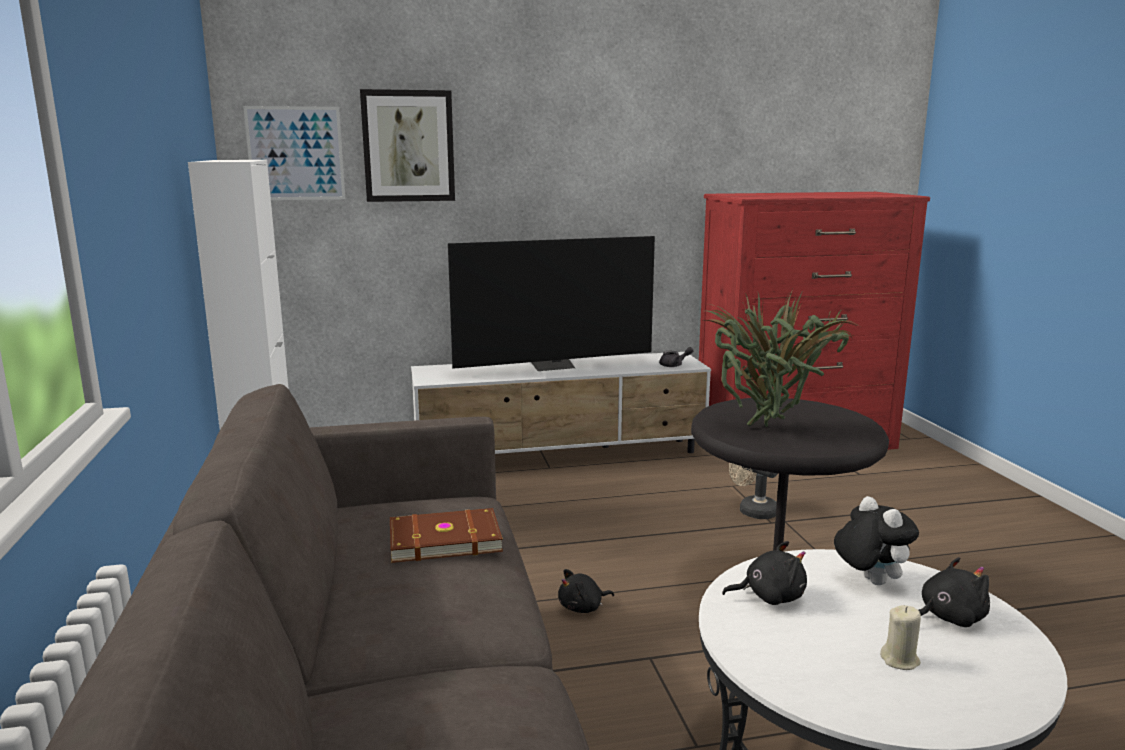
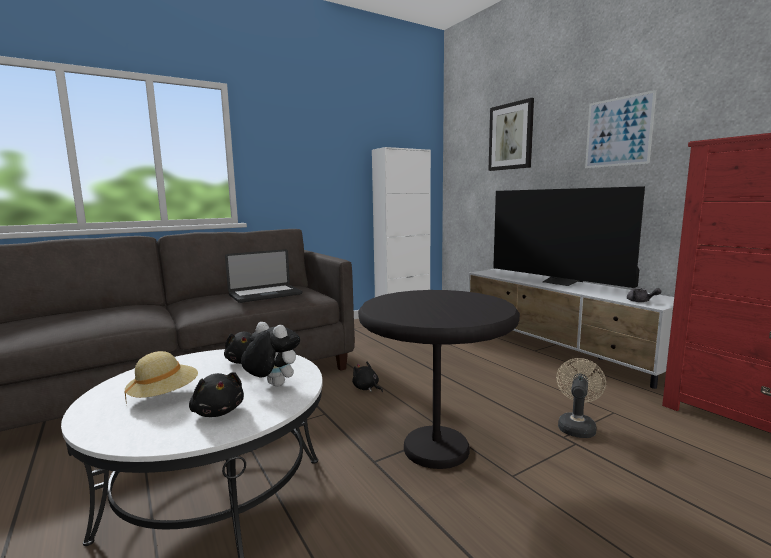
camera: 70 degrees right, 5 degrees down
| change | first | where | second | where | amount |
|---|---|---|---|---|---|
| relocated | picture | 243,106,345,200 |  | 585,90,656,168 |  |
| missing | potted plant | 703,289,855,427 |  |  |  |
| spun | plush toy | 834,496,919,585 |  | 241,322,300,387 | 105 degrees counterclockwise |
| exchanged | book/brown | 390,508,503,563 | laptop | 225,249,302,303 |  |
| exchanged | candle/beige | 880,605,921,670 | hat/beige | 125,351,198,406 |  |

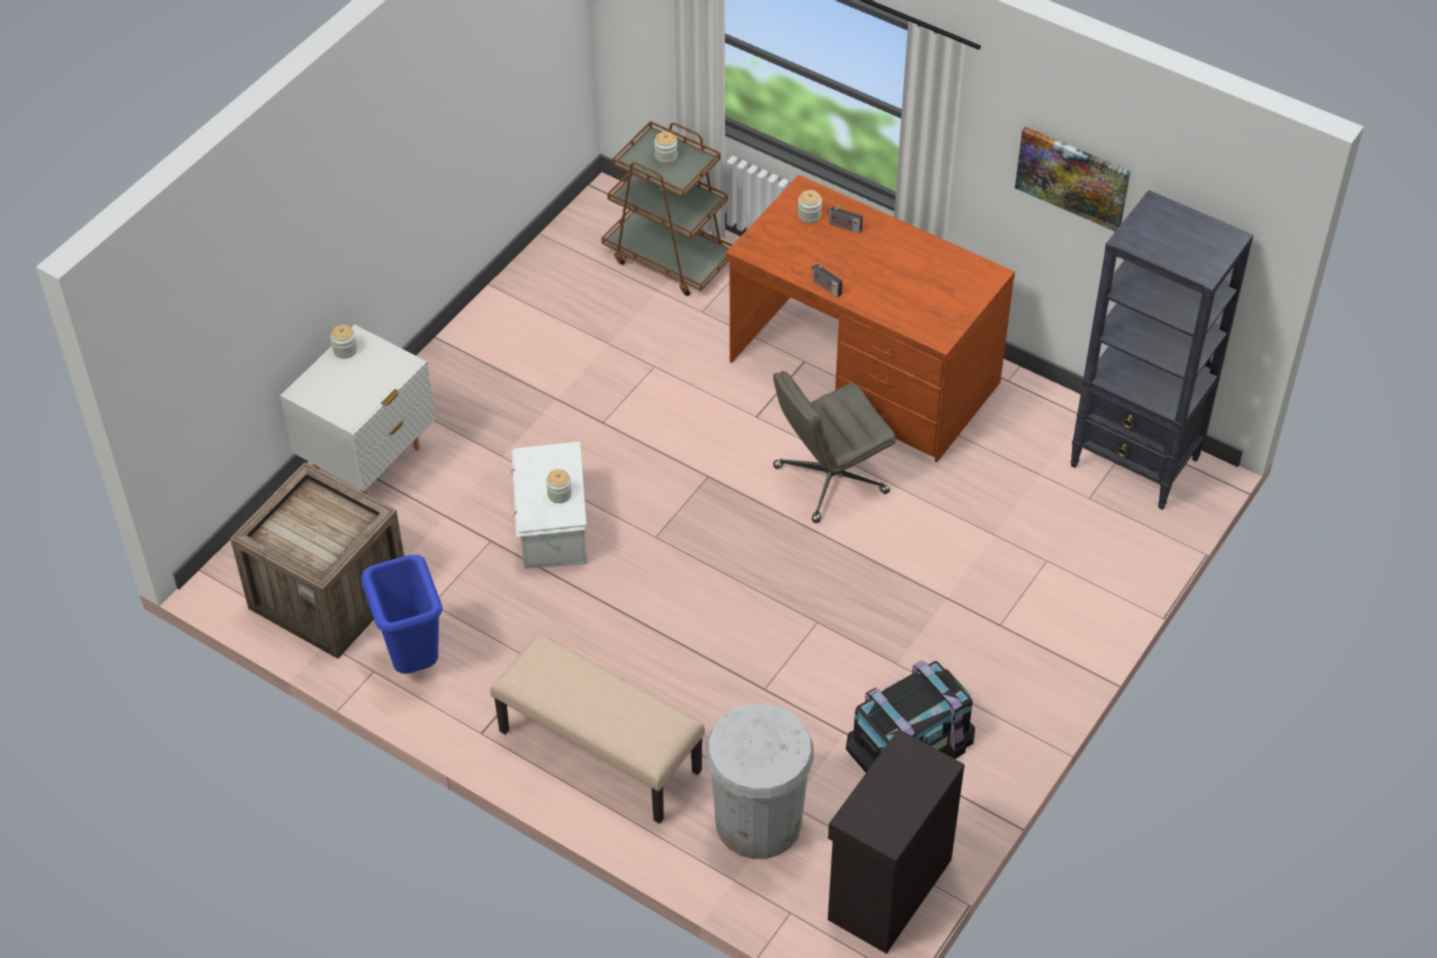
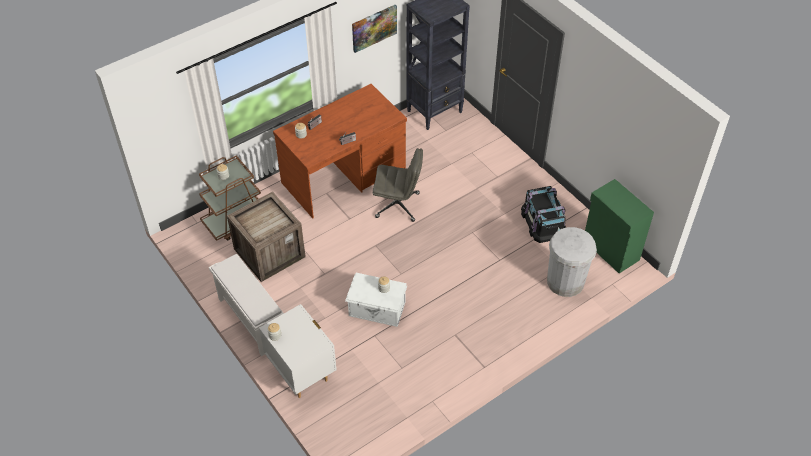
camera: 70 degrees left, 0 degrees up
| change | first | where | second | where | amount |
|---|---|---|---|---|---|
| spun | office chair/grey | 773,371,896,523 |  | 373,148,423,222 | 75 degrees counterclockwise |
| relocated | crate | 230,462,404,659 |  | 227,191,306,282 |  |
| missing | trash can/blue | 361,555,443,674 |  |  |  |
| missing | bench/beige | 490,633,705,824 |  |  |  |
| colour | cabinet/black | 828,729,965,954 | cabinet/green | 585,179,654,273 |  |
| appeared |  |  | shoe rack/white | 209,254,284,356 |  |

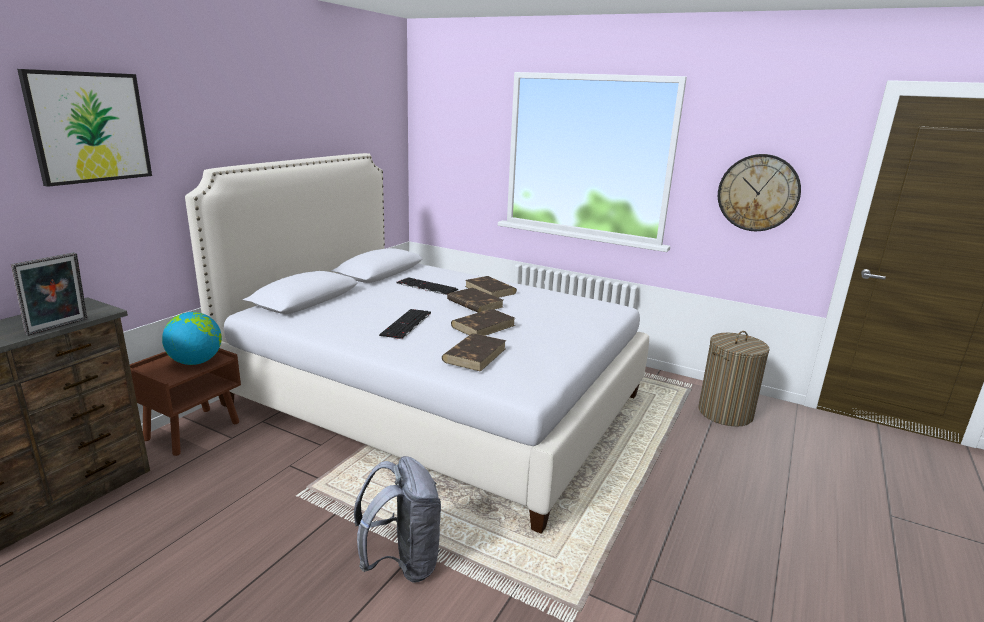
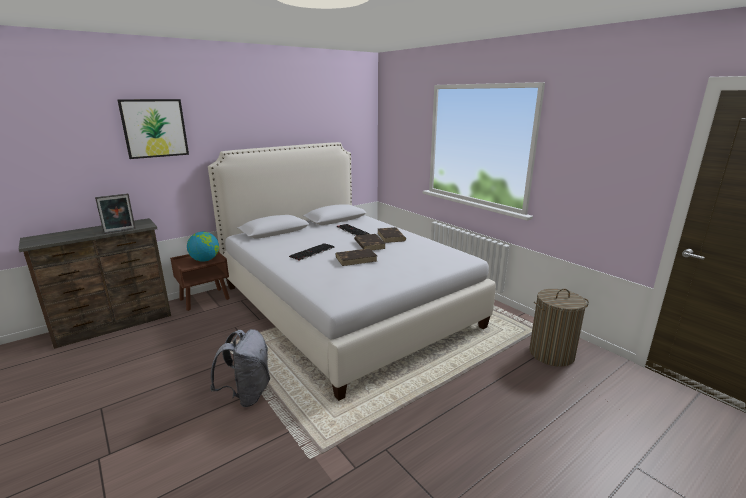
camera: 25 degrees right, 0 degrees up
| change | first | where | second | where | amount |
|---|---|---|---|---|---|
| missing | wall clock | 718,154,801,231 |  |  |  |
| missing | book/brown | 442,333,506,372 |  |  |  |

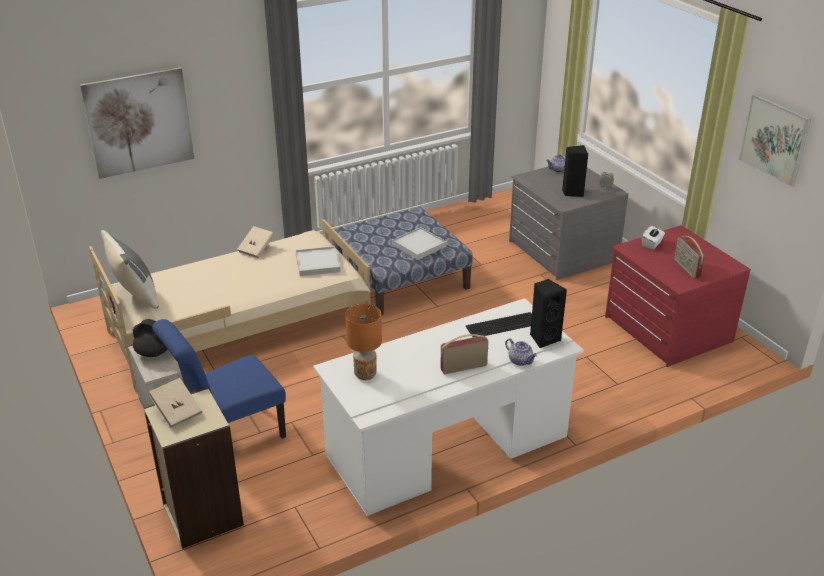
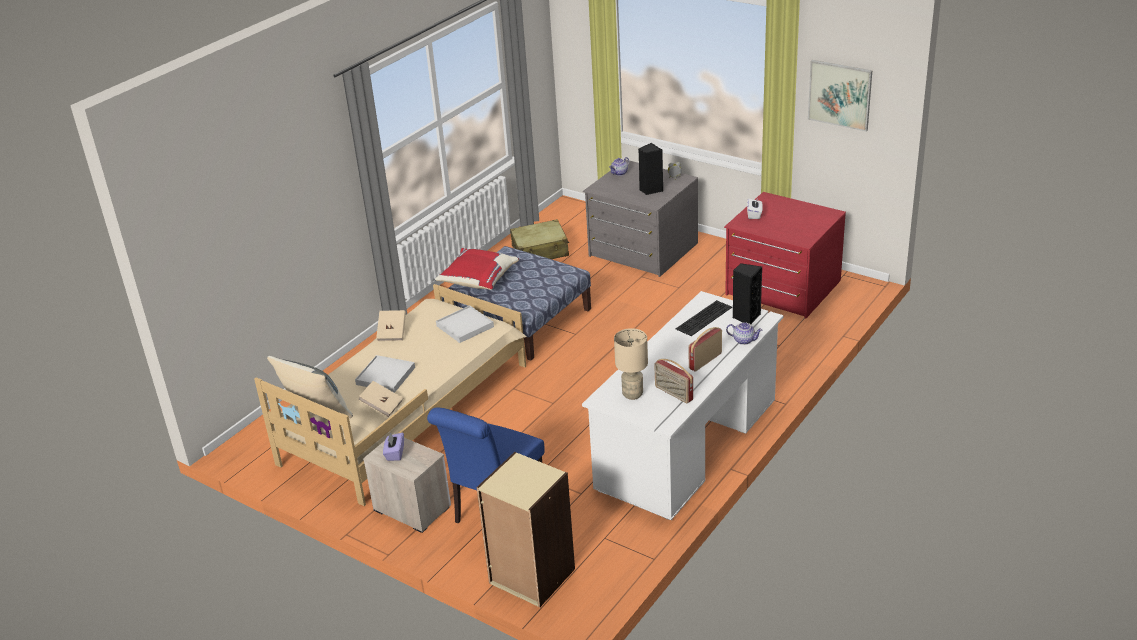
camera: 25 degrees left, 0 degrees up
| change | first | where | second | where | amount |
|---|---|---|---|---|---|
| missing | picture | 80,67,194,179 |  |  |  |
| relocated | tray/white | 392,227,447,260 |  | 355,355,415,393 |  |
| relocated | radio | 674,236,705,279 |  | 654,359,693,403 |  |
| colour | table lamp/orange | 345,304,382,380 | table lamp/beige | 614,328,648,400 |  |
| exchanged | teapot/black | 133,319,167,357 | tissue box/purple | 383,432,404,461 |  |
| relocated | book/beige | 149,378,202,429 |  | 358,381,403,418 |  |
| appeared |  |  | suitcase/beige | 510,219,569,259 |  |
| appeared |  |  | pillow/red | 435,248,519,290 |  |

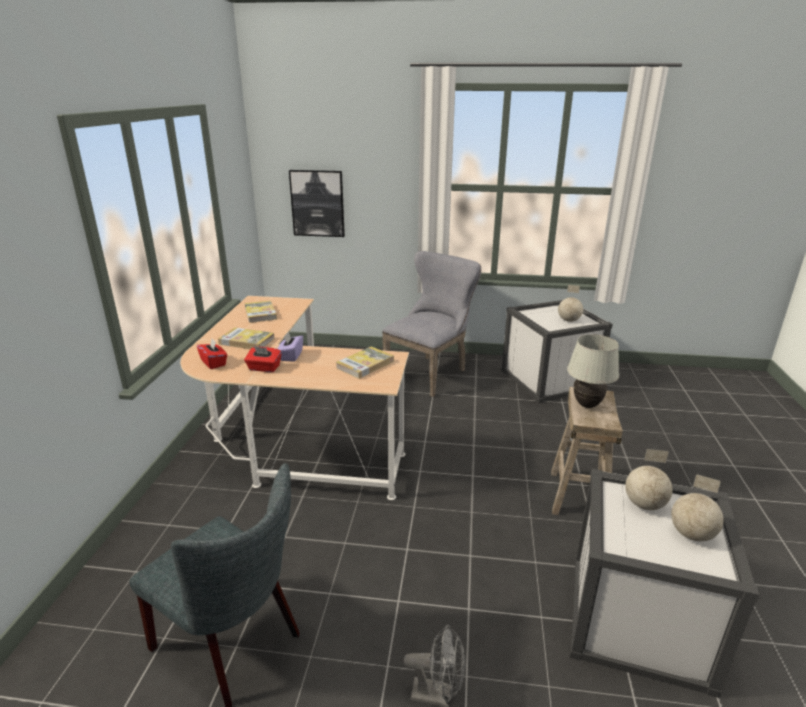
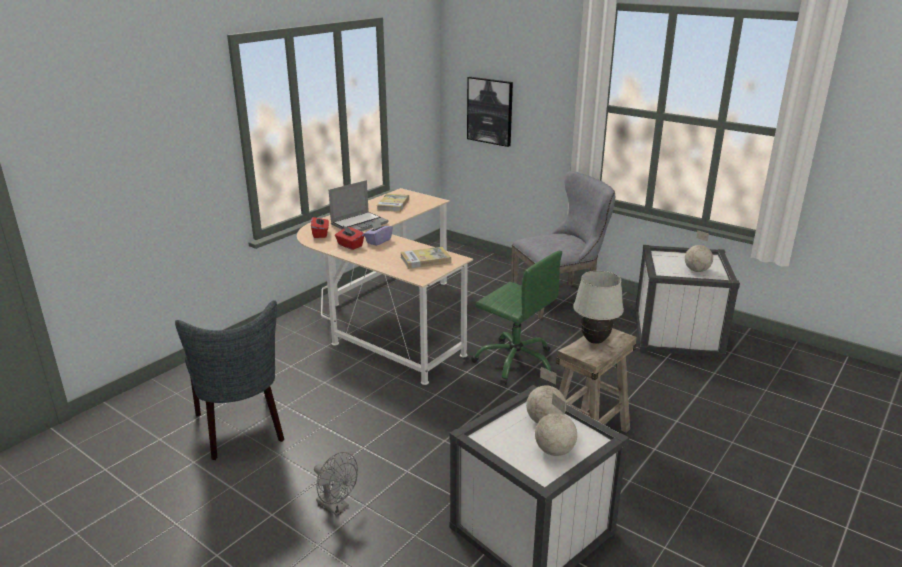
camera: 30 degrees right, 0 degrees up
| change | first | where | second | where | amount |
|---|---|---|---|---|---|
| exchanged | book | 218,327,275,349 | laptop | 329,180,389,231 |  |
| appeared |  |  | office chair/green | 472,251,562,385 |  |

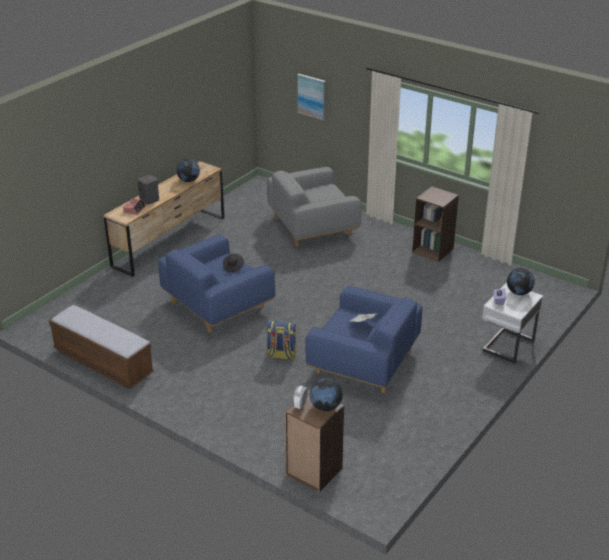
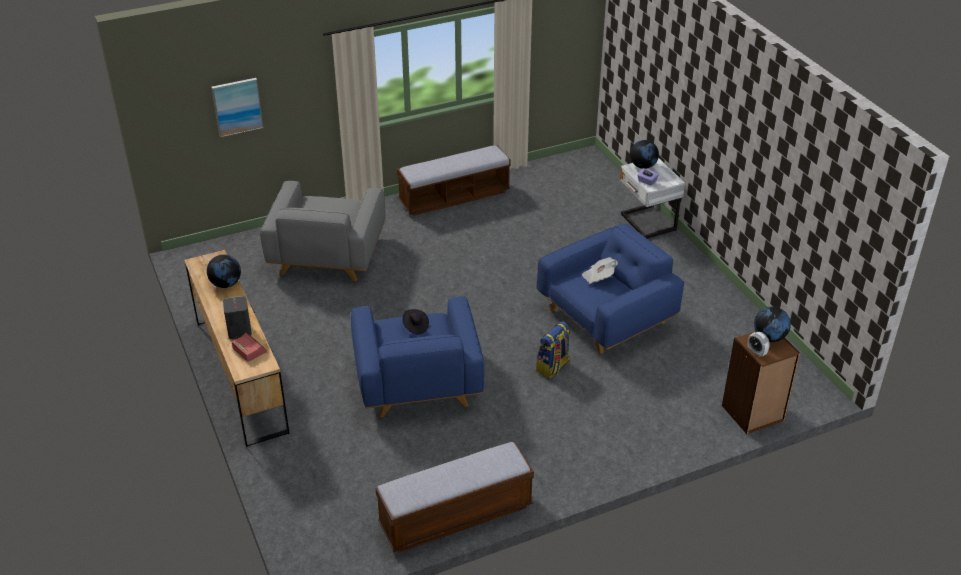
camera: 60 degrees left, 5 degrees up
| change | first | where | second | where | amount |
|---|---|---|---|---|---|
| exchanged | bookcase/brown | 412,186,459,261 | bench | 397,145,511,216 |  |

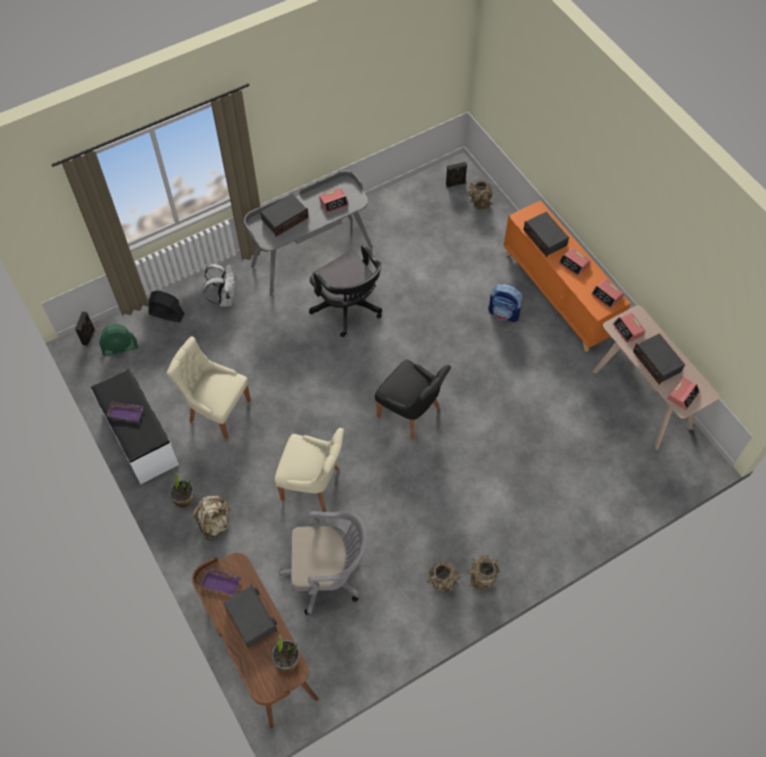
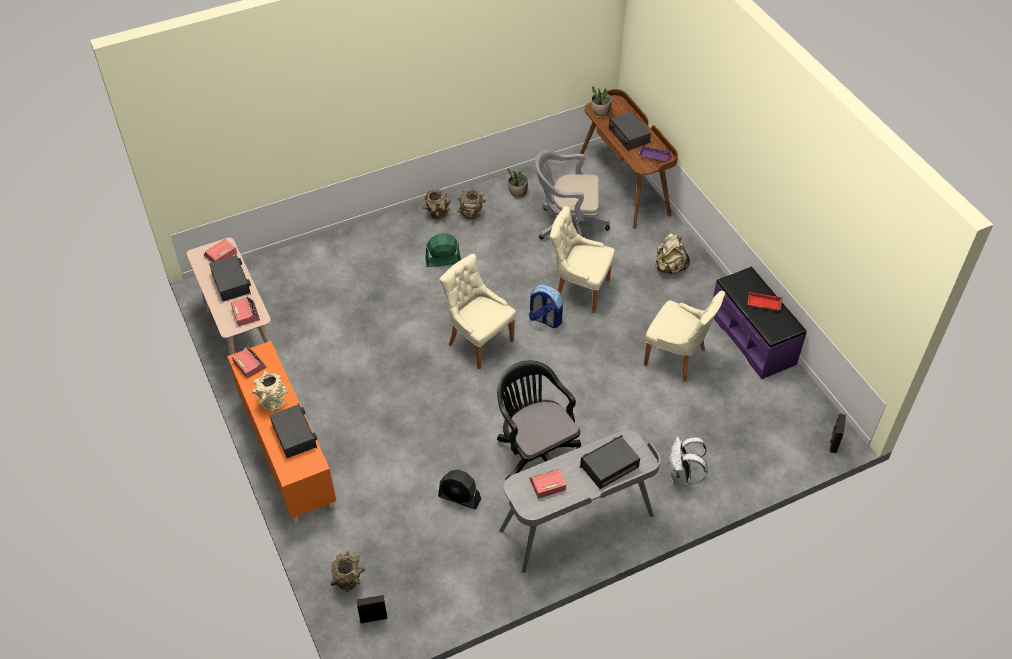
camera: 175 degrees left, 10 degrees down
| change | first | where | second | where | amount |
|---|---|---|---|---|---|
| exchanged | alarm clock | 559,248,591,276 | vase/beige | 251,371,289,411 |  |
| relocated | backpack | 488,284,524,322 |  | 529,285,563,328 |  |
| relocated | fan/black | 148,291,185,322 |  | 438,469,481,509 |  |
| relocated | fan/green | 99,324,138,356 |  | 425,234,461,267 |  |
| colour | chair/black | 375,360,451,440 | chair/beige | 439,253,516,369 |  |
| colour | bench/white | 91,369,179,484 | bench/purple | 713,267,807,379 |  |
| colour | tray/purple | 106,401,144,422 | tray/red | 747,292,783,311 |  |
| relocated | potted plant | 170,472,194,508 |  | 508,169,528,198 |  |

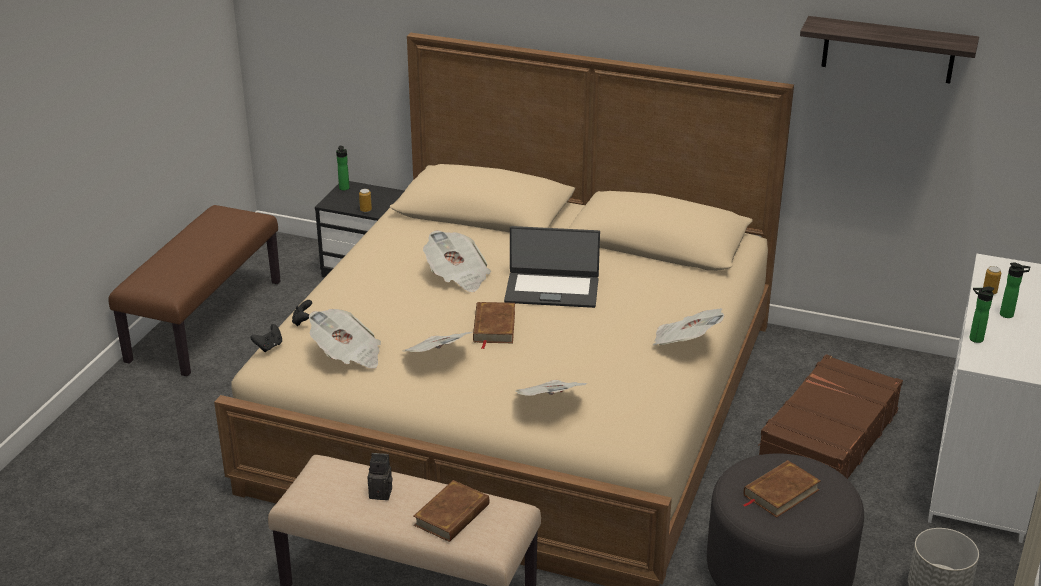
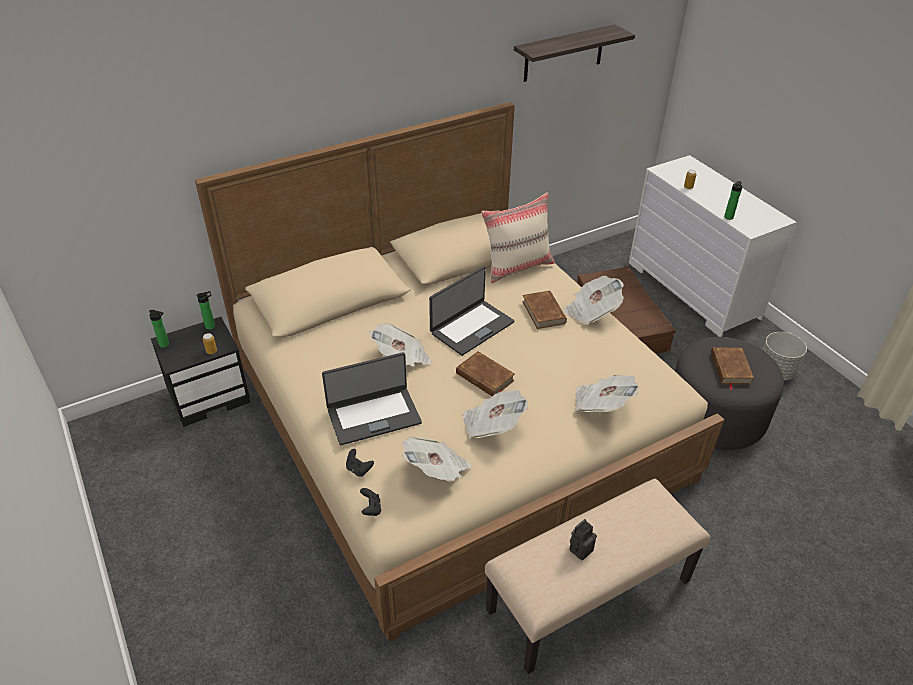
camera: 50 degrees left, 10 degrees up
| change | first | where | second | where | amount |
|---|---|---|---|---|---|
| missing | bench/brown | 108,205,281,376 |  |  |  |
| relocated | bottle | 1000,263,1030,318 |  | 196,291,215,330 |  |
| relocated | book/brown | 414,480,490,542 |  | 522,290,567,329 |  |
| appeared |  |  | pillow/beige | 481,193,555,283 |  |
| appeared |  |  | laptop | 322,352,422,445 |  |

